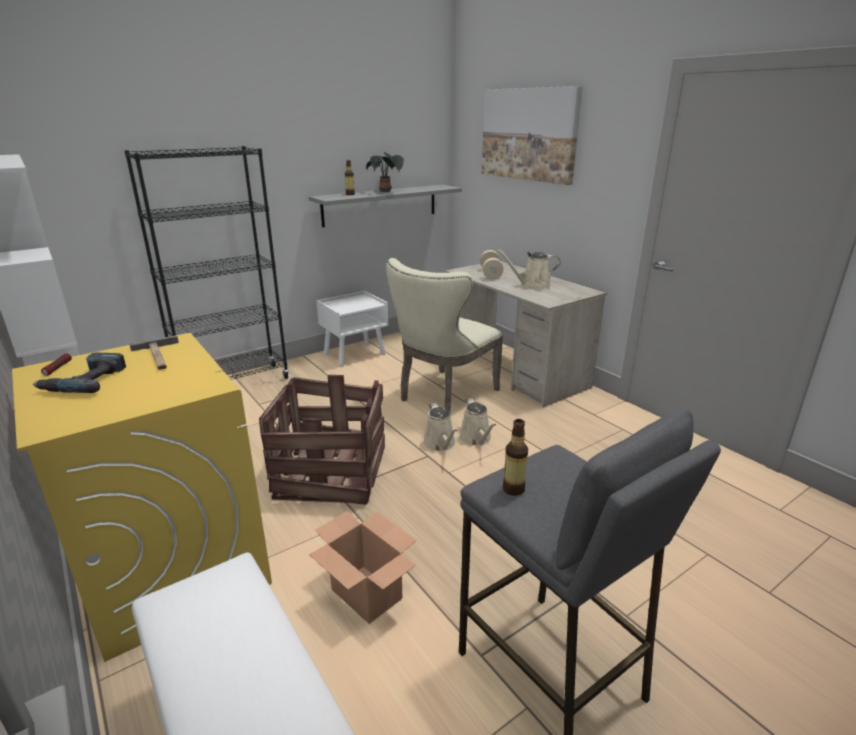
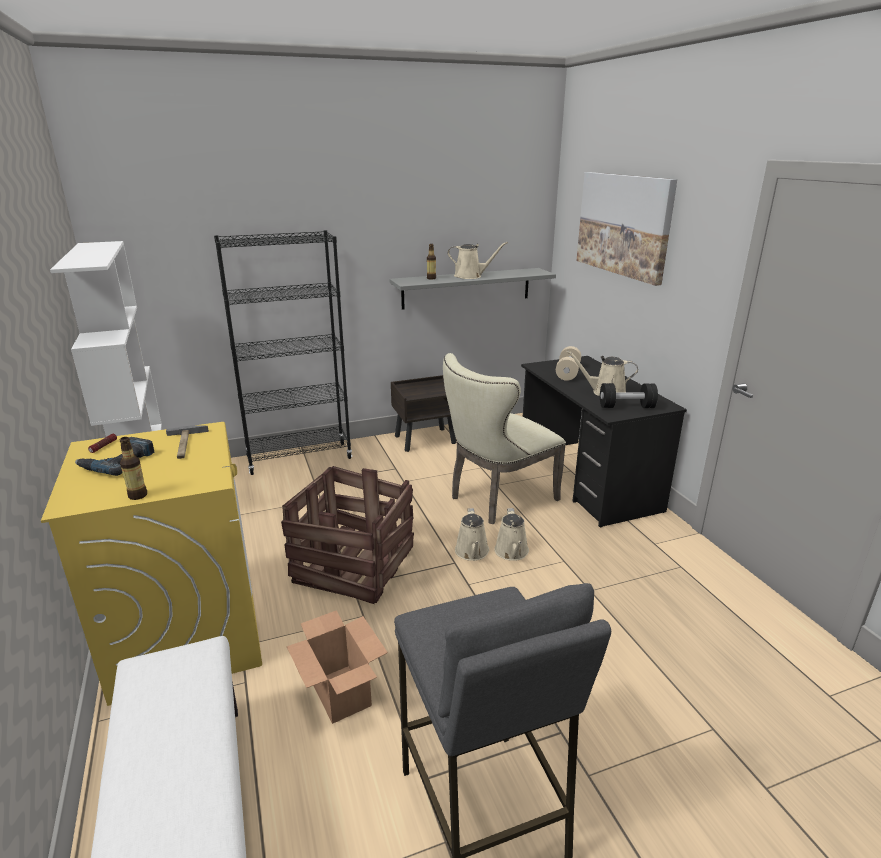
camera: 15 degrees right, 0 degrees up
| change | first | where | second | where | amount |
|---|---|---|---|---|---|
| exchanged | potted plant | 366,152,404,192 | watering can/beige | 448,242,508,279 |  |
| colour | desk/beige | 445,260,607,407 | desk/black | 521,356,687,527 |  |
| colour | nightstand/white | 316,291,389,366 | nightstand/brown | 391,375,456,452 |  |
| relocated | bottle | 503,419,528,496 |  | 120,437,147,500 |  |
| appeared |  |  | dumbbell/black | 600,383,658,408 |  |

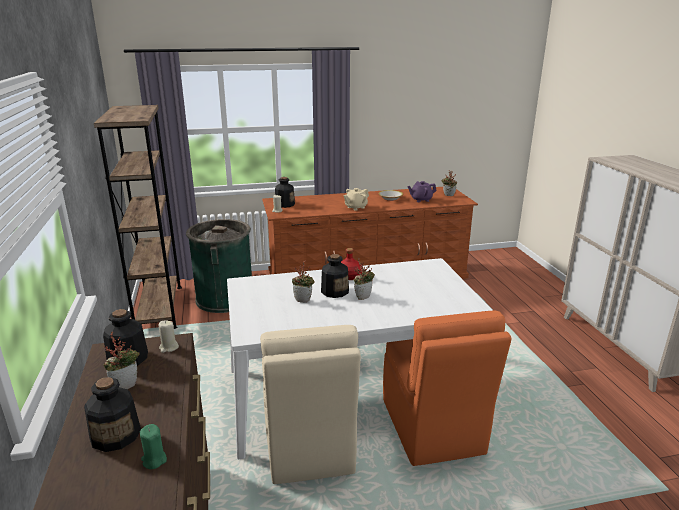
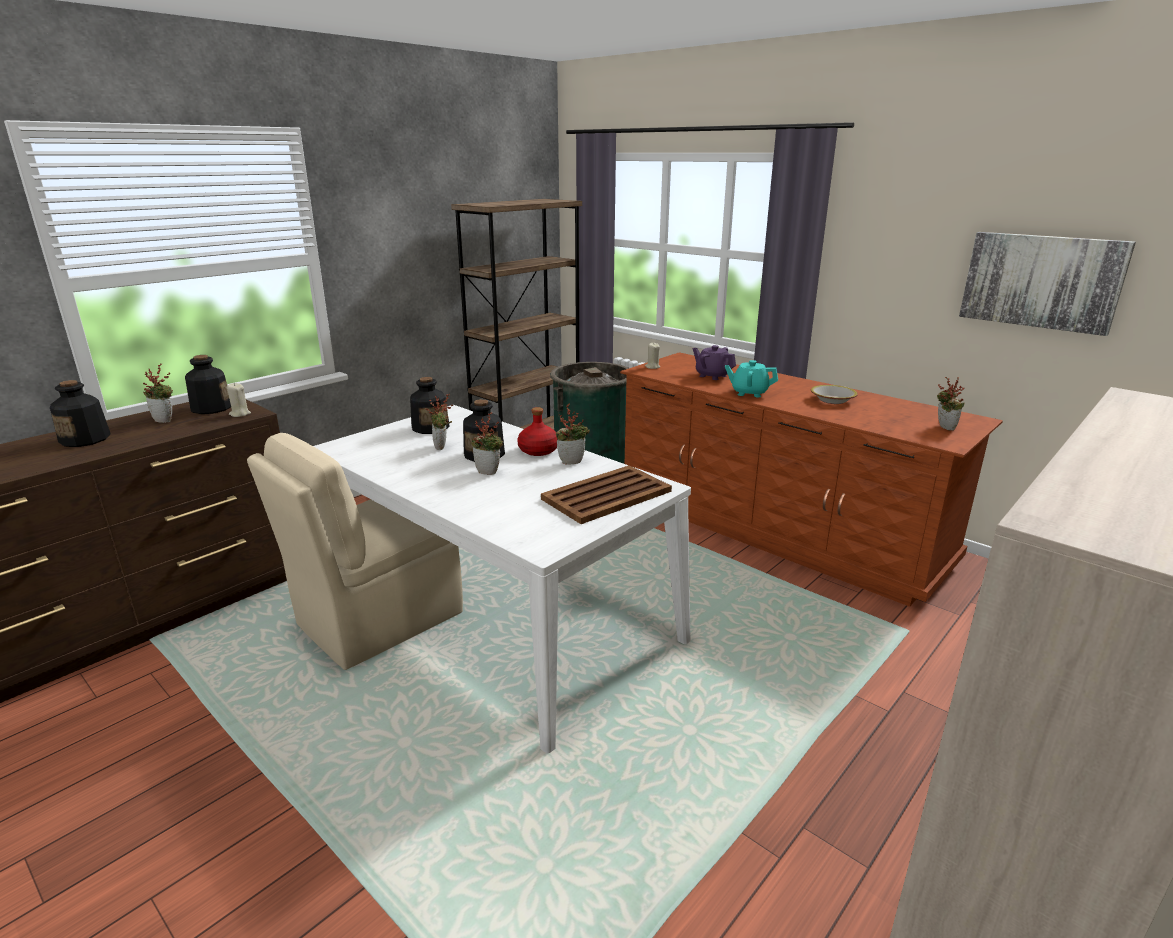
camera: 55 degrees right, 0 degrees up
| change | first | where | second | where | amount |
|---|---|---|---|---|---|
| relocated | bottle | 275,177,295,208 |  | 410,377,450,434 |  |
| relocated | teapot/purple | 407,181,437,202 |  | 693,345,736,380 |  |
| colour | teapot/beige | 343,188,369,211 | teapot/turquoise | 725,360,778,397 |  |
| missing | chair/orange | 383,311,511,466 |  |  |  |
| missing | candle/green | 140,424,167,469 |  |  |  |
| appeared |  |  | picture | 959,232,1136,336 |  |
| appeared |  |  | potted plant | 556,404,590,465 |  |
| appeared |  |  | tray/brown | 541,465,672,524 |  |

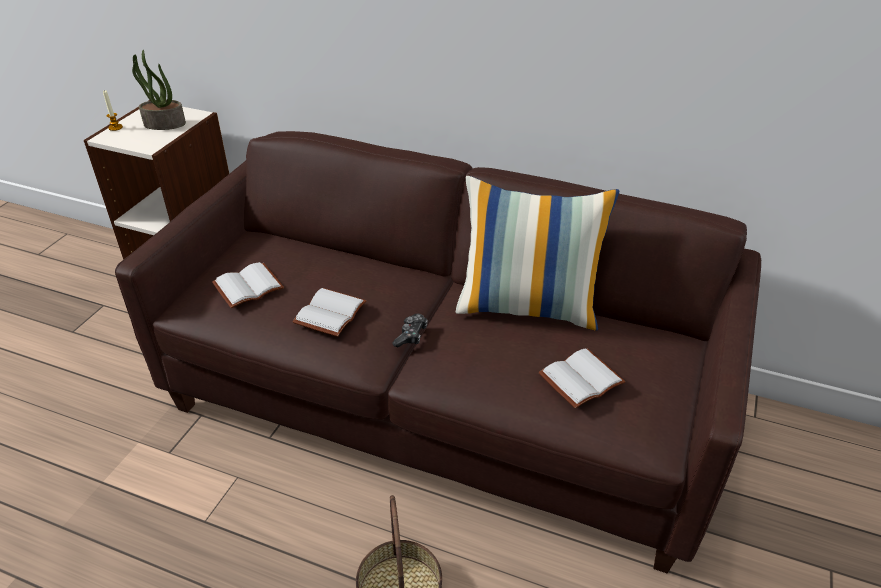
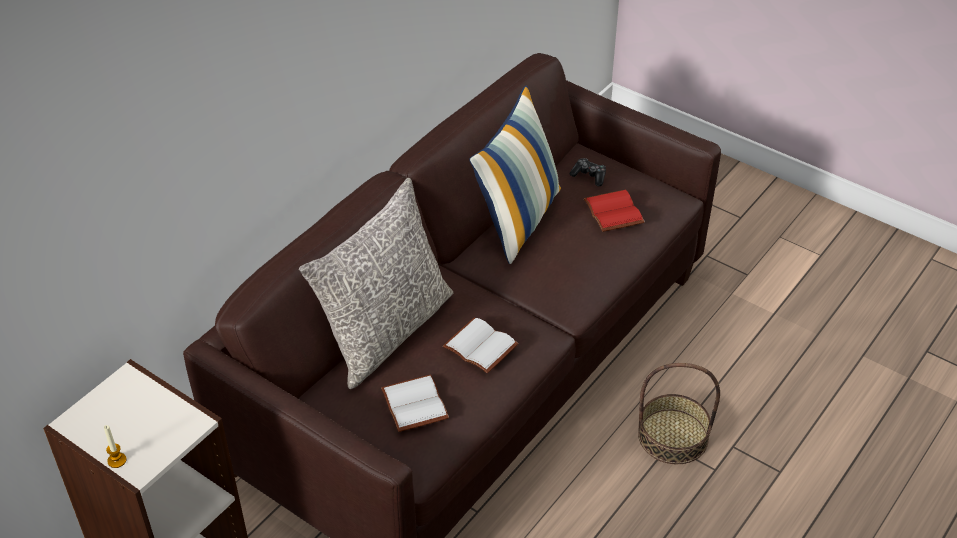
camera: 75 degrees left, 5 degrees up
| change | first | where | second | where | amount |
|---|---|---|---|---|---|
| missing | potted plant | 132,50,186,130 |  |  |  |
| relocated | game controller | 392,314,428,347 |  | 570,158,606,186 |  |
| colour | book/white | 539,348,625,409 | book/red | 584,190,645,232 |  |
| appeared |  |  | pillow/grey | 299,178,453,389 |  |

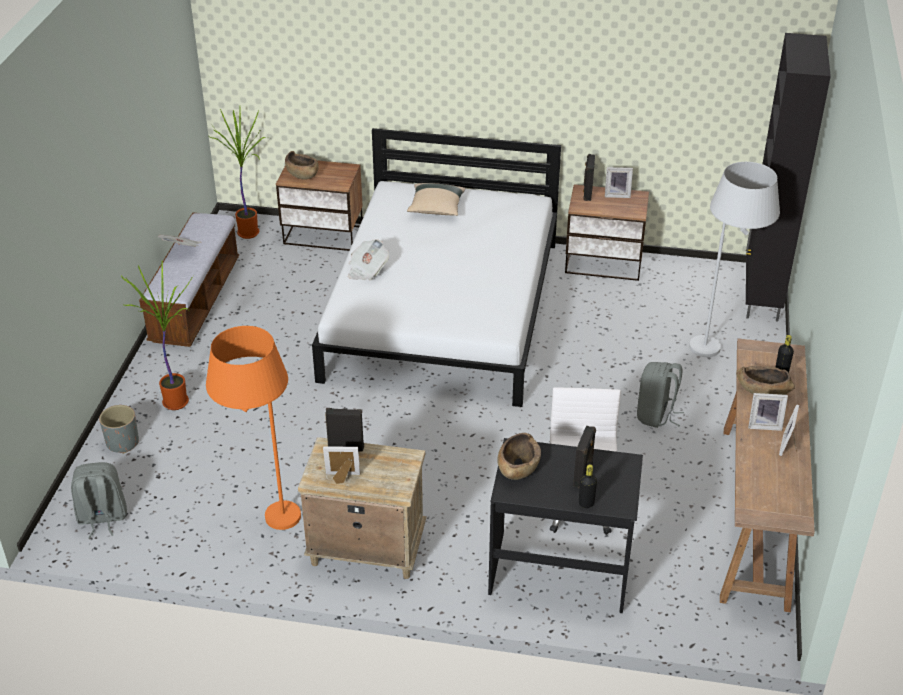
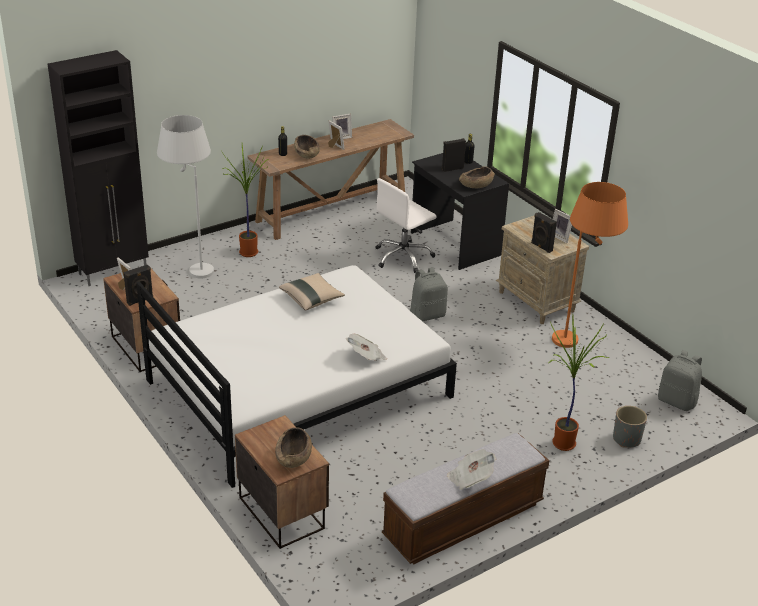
camera: 135 degrees left, 5 degrees down
| change | first | where | second | where | amount |
|---|---|---|---|---|---|
| relocated | potted plant | 209,107,269,239 |  | 221,144,269,257 |  |
| relocated | pillow/beige | 407,183,465,216 |  | 279,273,345,311 |  |
| relocated | backpack/grey | 637,362,684,428 |  | 410,267,448,321 |  |

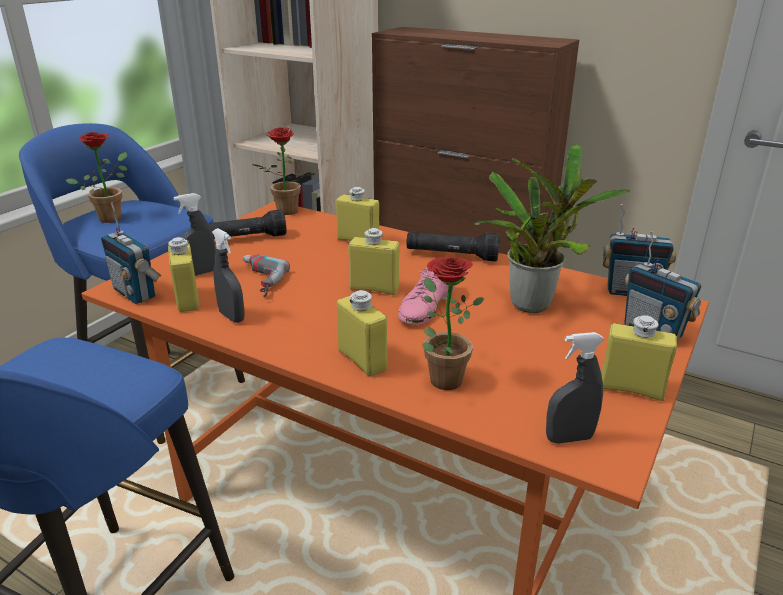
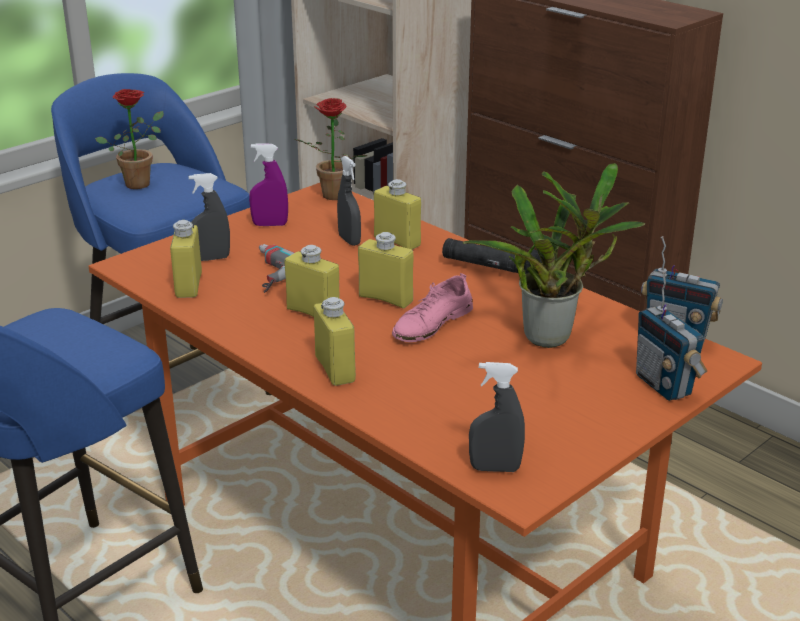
camera: 15 degrees right, 0 degrees up
| change | first | where | second | where | amount |
|---|---|---|---|---|---|
| missing | radio | 101,202,161,304 |  |  |  |
| exchanged | flashlight/black | 208,209,286,239 | spray bottle/purple | 249,144,288,226 |  |
| relocated | spray bottle/grey | 212,228,245,323 |  | 337,156,361,246 |  |
| missing | potted plant | 423,256,484,390 |  |  |  |
| relocated | bottle/yellow | 601,315,677,401 |  | 285,245,340,317 |  |

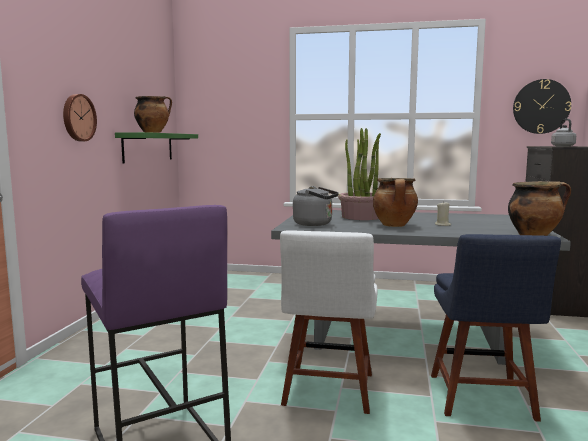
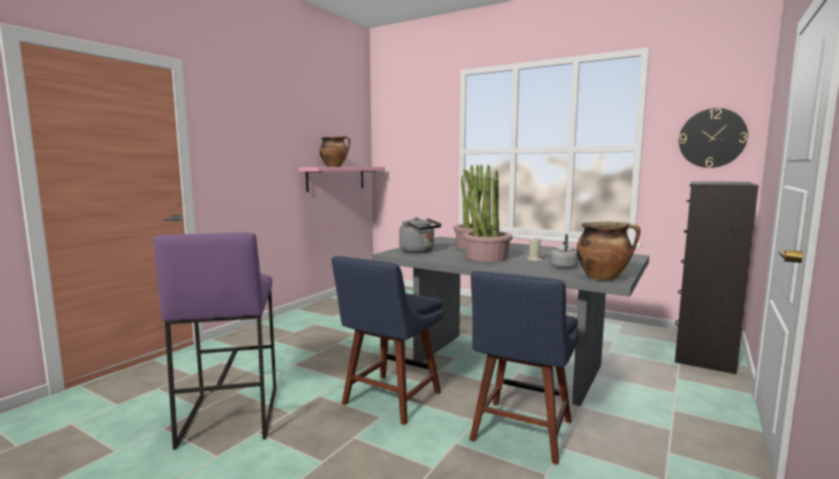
camera: 20 degrees right, 0 degrees up
| change | first | where | second | where | amount |
|---|---|---|---|---|---|
| missing | wall clock | 63,94,97,141 |  |  |  |
| relocated | kettle/grey | 551,119,576,147 |  | 550,234,579,269 |  |
| colour | shelf/green | 115,132,198,163 | shelf/pink | 299,167,385,192 |  |
| exchanged | cooking pot | 373,178,418,227 | potted plant | 463,164,513,262 |  |
| colour | chair/white | 280,231,378,414 | chair/blue | 332,256,444,425 |  |

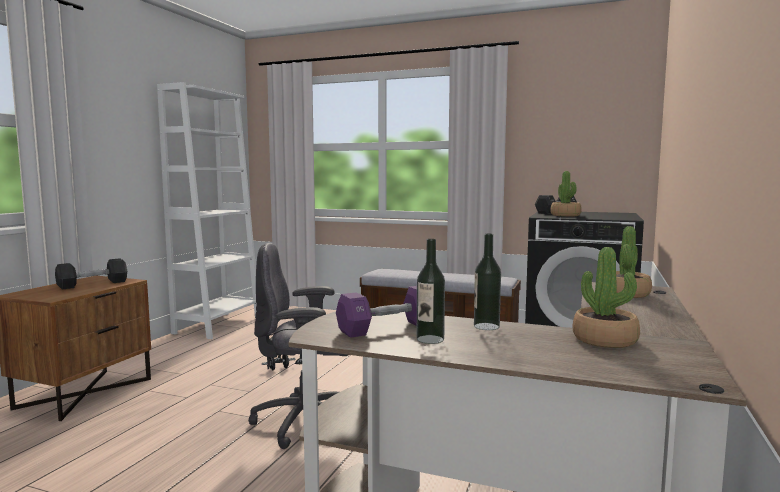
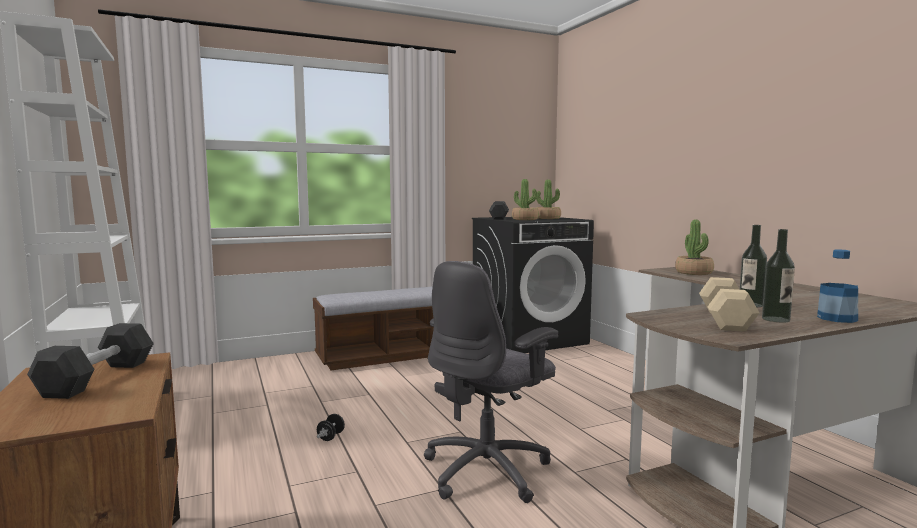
camera: 45 degrees left, 0 degrees up
| change | first | where | second | where | amount |
|---|---|---|---|---|---|
| relocated | potted plant | 572,247,640,348 |  | 536,179,561,219 |  |
| colour | dumbbell/purple | 336,286,417,338 | dumbbell/beige | 699,277,759,332 |  |
| appeared |  |  | bottle | 817,249,858,323 |  |

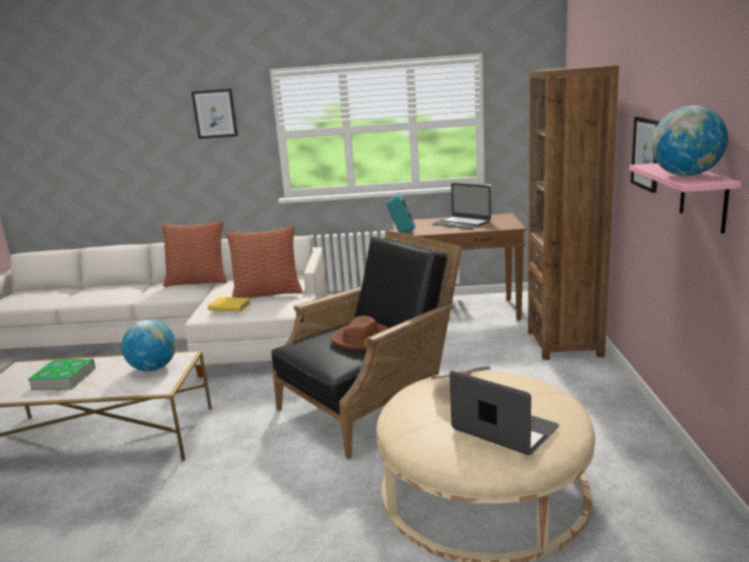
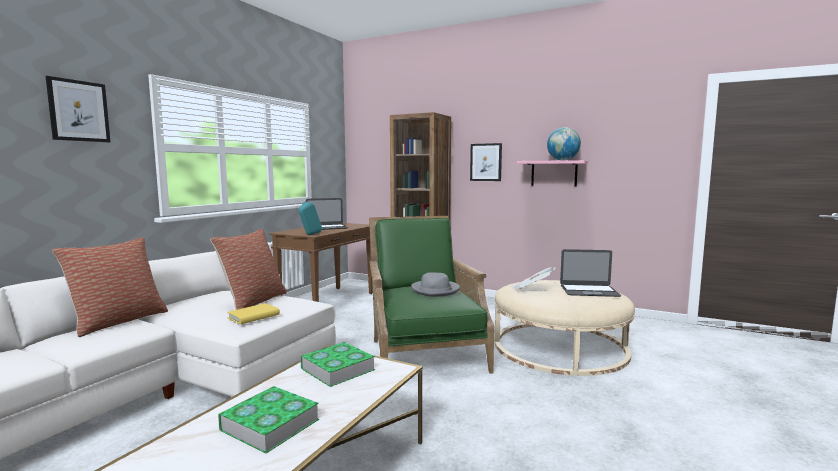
camera: 65 degrees left, 10 degrees down
| change | first | where | second | where | amount |
|---|---|---|---|---|---|
| colour | armchair/black | 271,230,462,460 | armchair/green | 369,216,494,374 |  |
| colour | hat/brown | 330,316,389,351 | hat/grey | 411,272,460,297 |  |
| exchanged | globe | 121,320,176,371 | book | 300,342,375,387 |  |
| spun | laptop | 450,371,559,455 |  | 560,249,621,297 | 150 degrees counterclockwise |

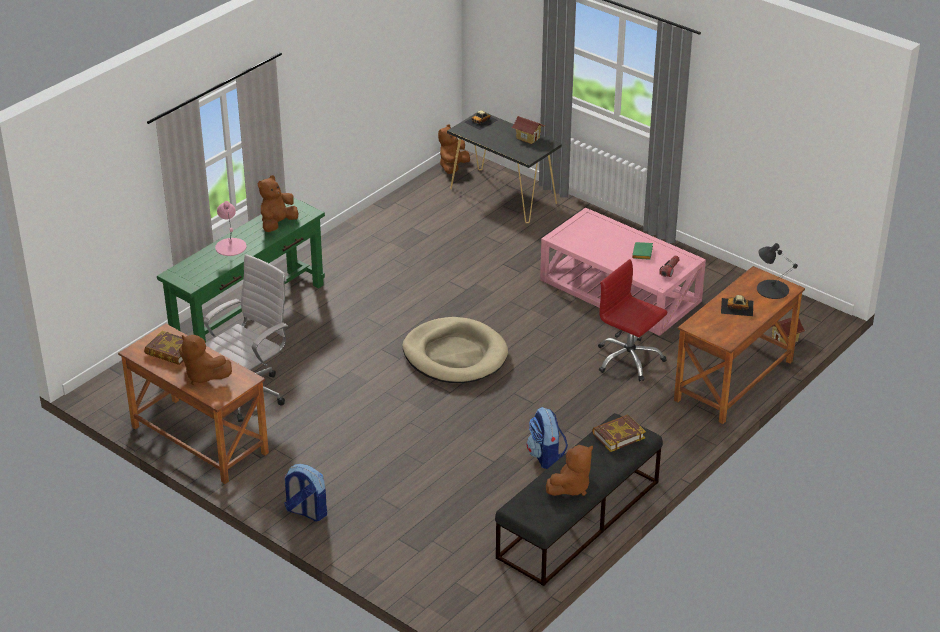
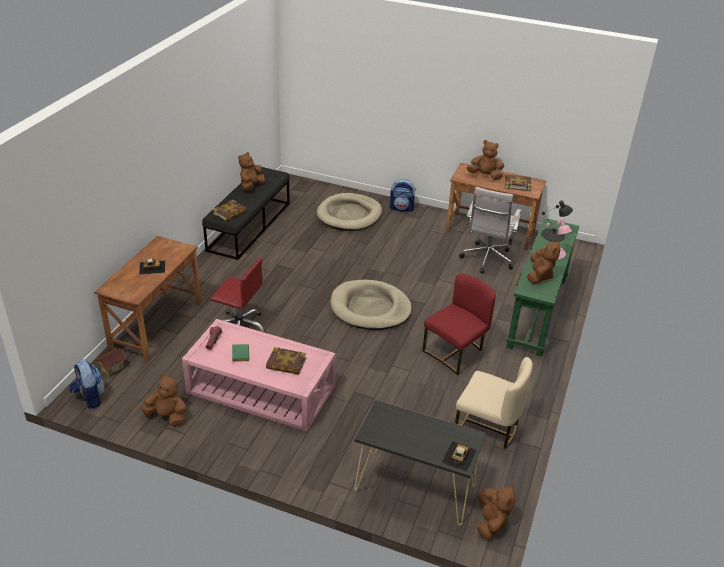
camera: 160 degrees right, 0 degrees up
| change | first | where | second | where | amount |
|---|---|---|---|---|---|
| missing | toy house | 511,116,545,144 |  |  |  |
| relocated | table lamp/black | 757,243,798,299 |  | 541,201,573,242 |  |
| relocated | backpack | 527,407,568,469 |  | 69,360,105,409 |  |
| appeared |  |  | dog bed/beige | 317,193,382,231 |  |
| appeared |  |  | chair/red | 423,274,496,375 |  |
| appeared |  |  | book | 266,347,306,375 |  |
| appeared |  |  | chair/beige | 455,357,533,449 |  |
| appeared |  |  | plush toy/brown | 140,374,186,427 |  |

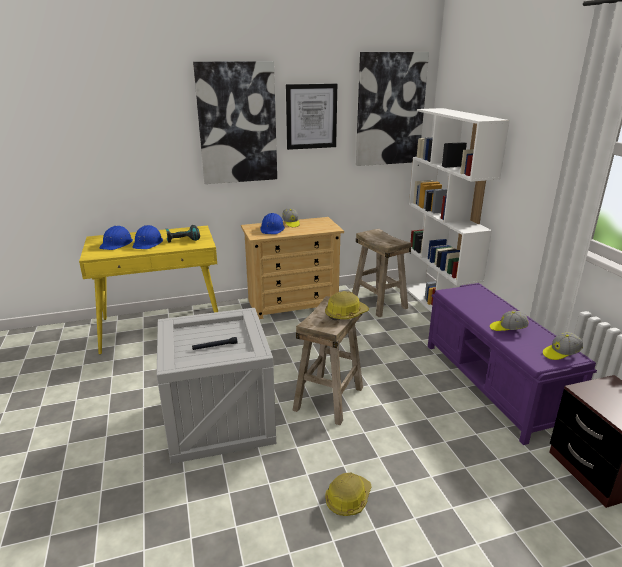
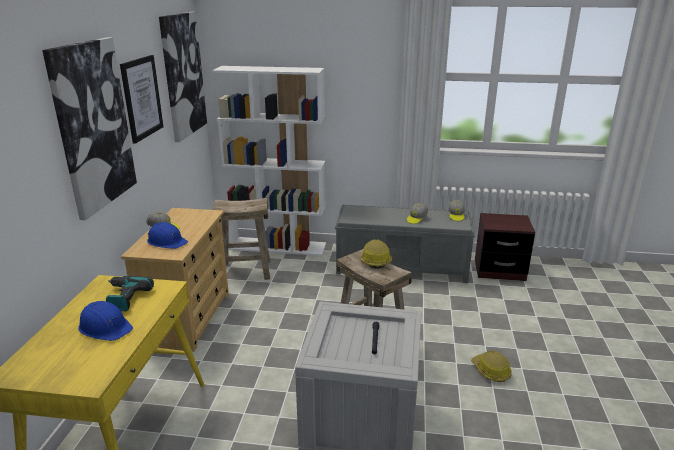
camera: 65 degrees left, 0 degrees up
| change | first | where | second | where | amount |
|---|---|---|---|---|---|
| missing | hard hat/blue | 99,226,133,250 |  |  |  |
| colour | bench/purple | 428,283,597,445 | bench/grey | 335,205,475,283 |  |

